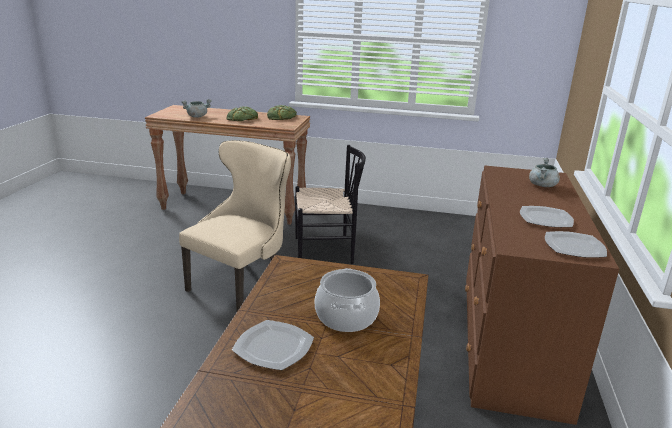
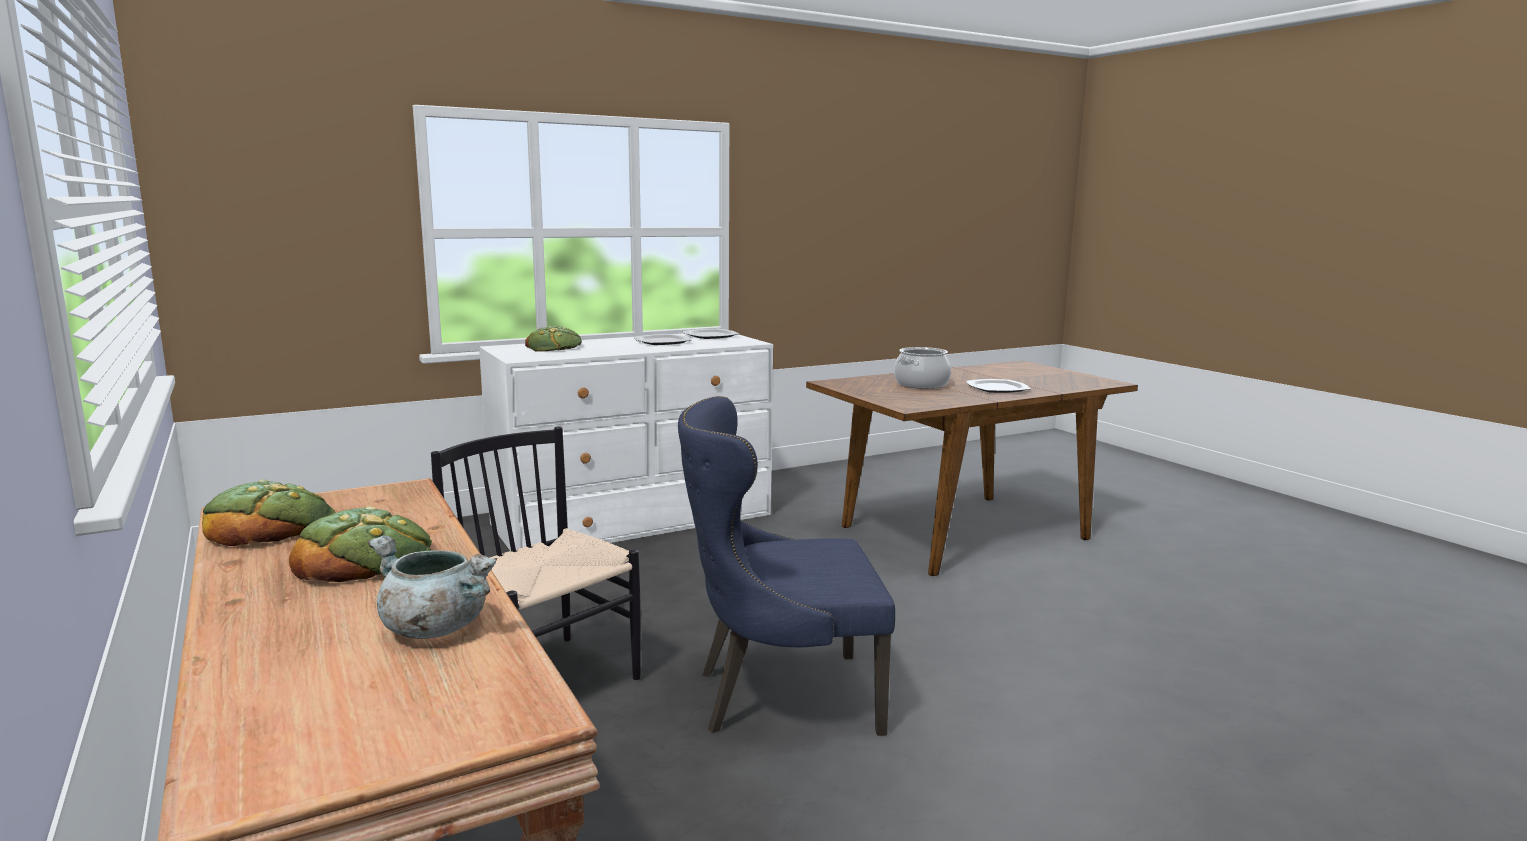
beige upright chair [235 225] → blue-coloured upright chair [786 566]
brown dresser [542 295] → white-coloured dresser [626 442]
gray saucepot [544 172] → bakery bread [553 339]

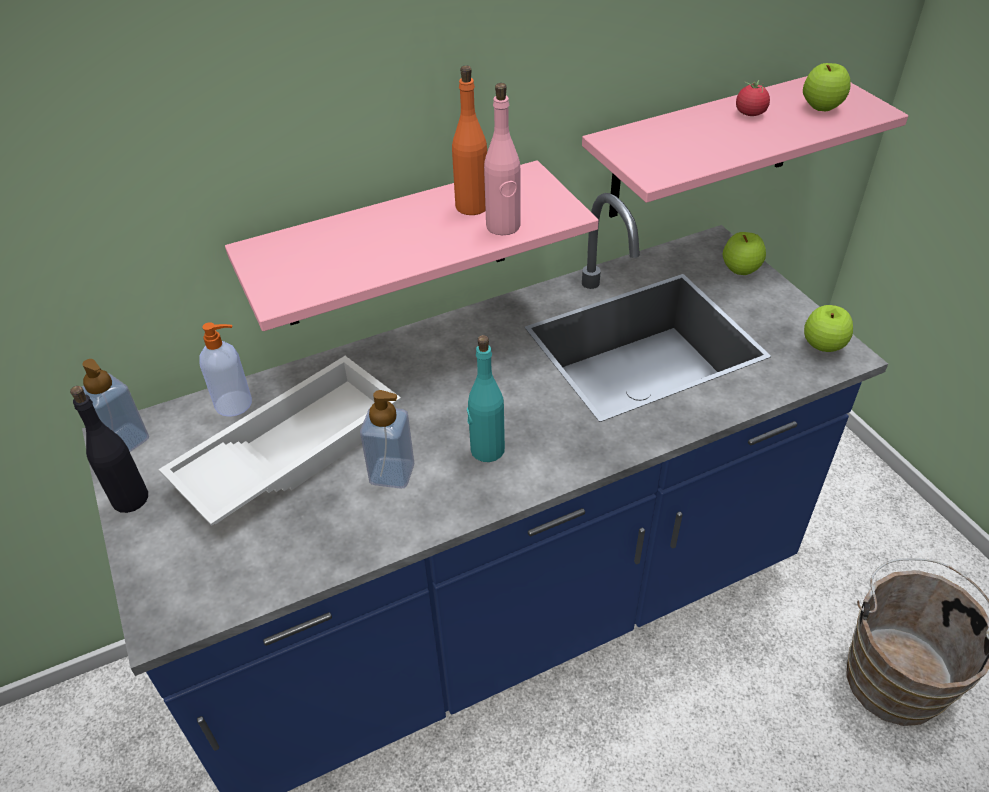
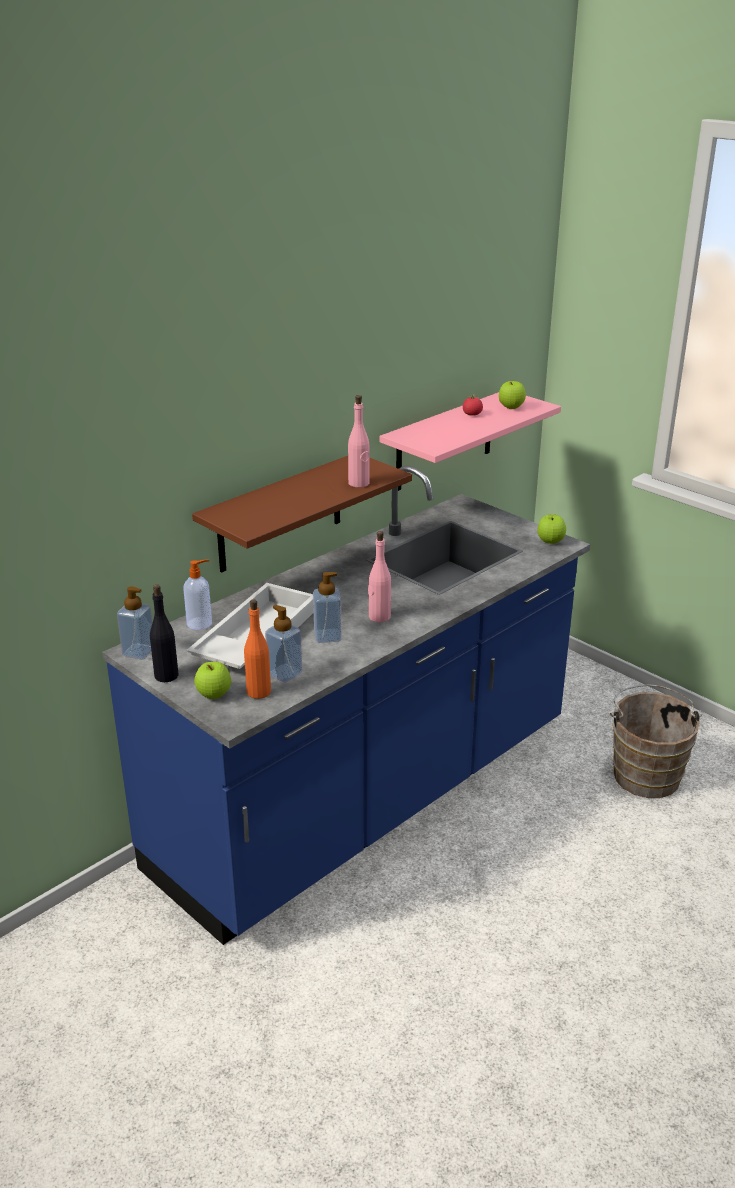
pink-coloured shelf [412 245] → brown shelf [302 514]
orange bottle [469 140] → orange bottle [257 649], relocated
blue-green bottle [486 398] → pink-coloured bottle [379 576]
apple [744 253] → apple [212 680], relocated
- → soap dispenser [283 644]

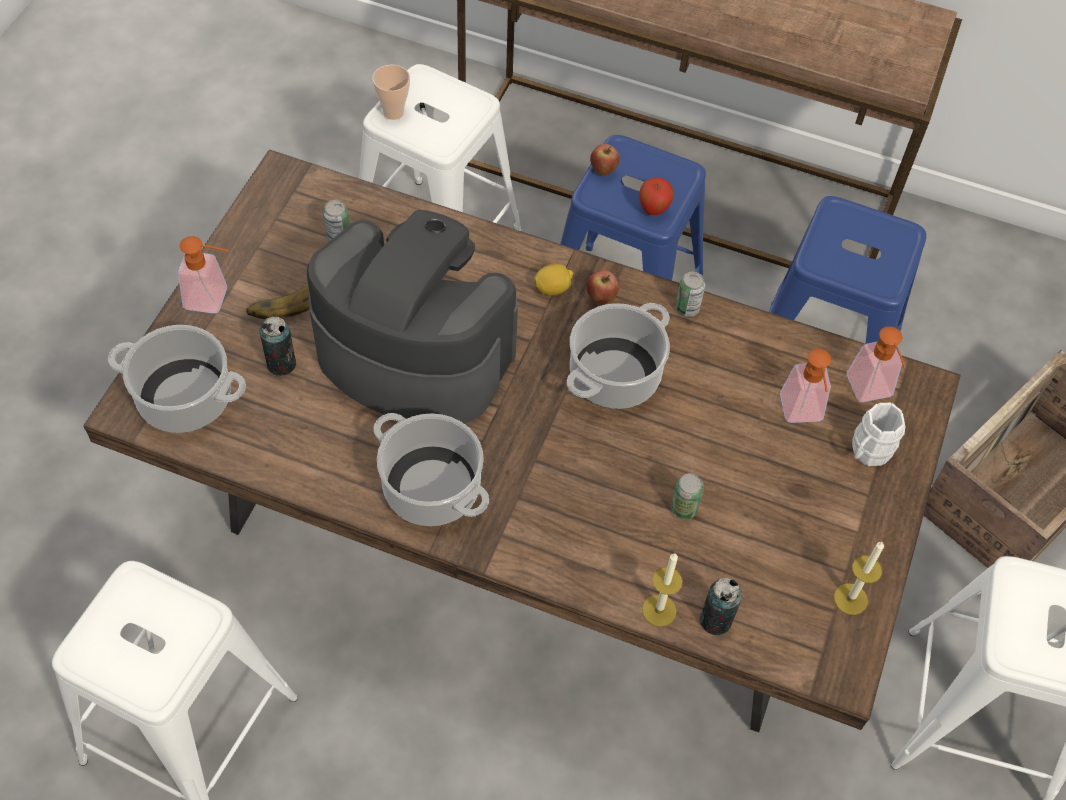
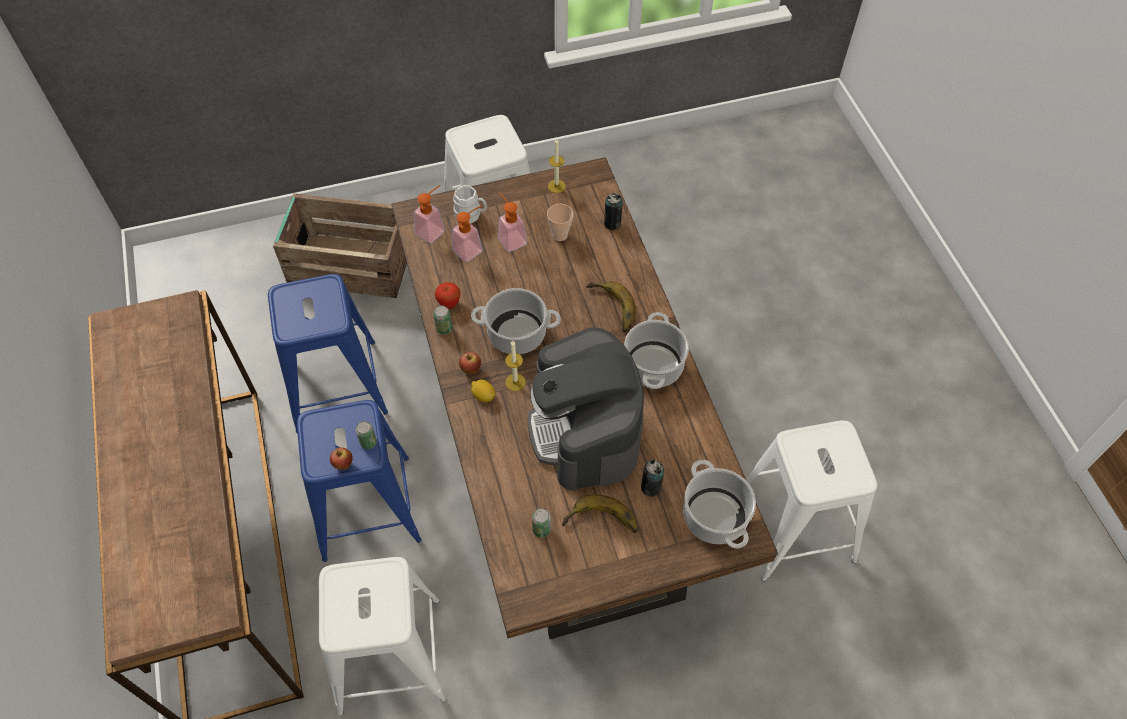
soap dispenser [203 275] → soap dispenser [512 222], relocated
cup [391 92] → cup [560 222], relocated
apple [656 196] → apple [448 295], relocated
wax light [662 590] → wax light [515 365], relocated
can [687 496] → can [366 435], relocated
- → whole banana [611 306]

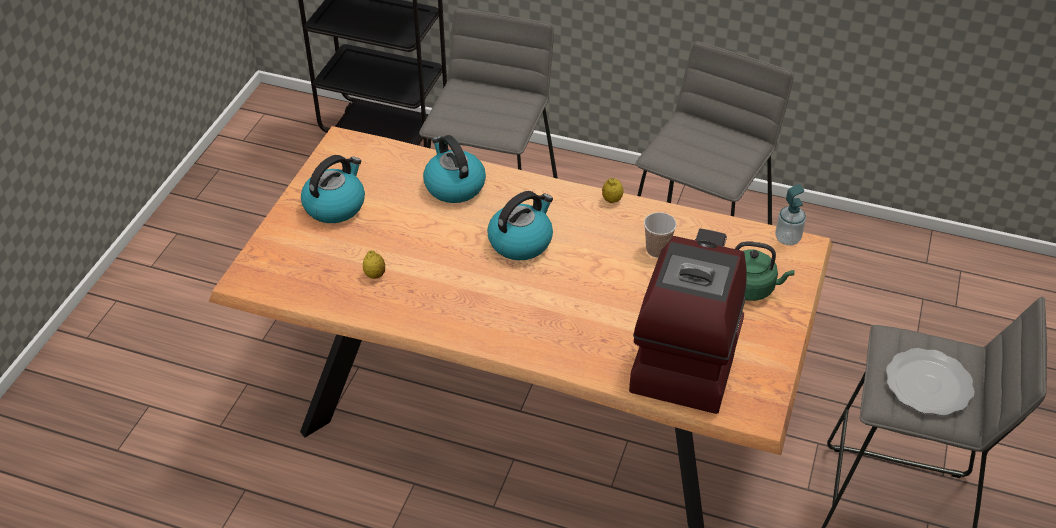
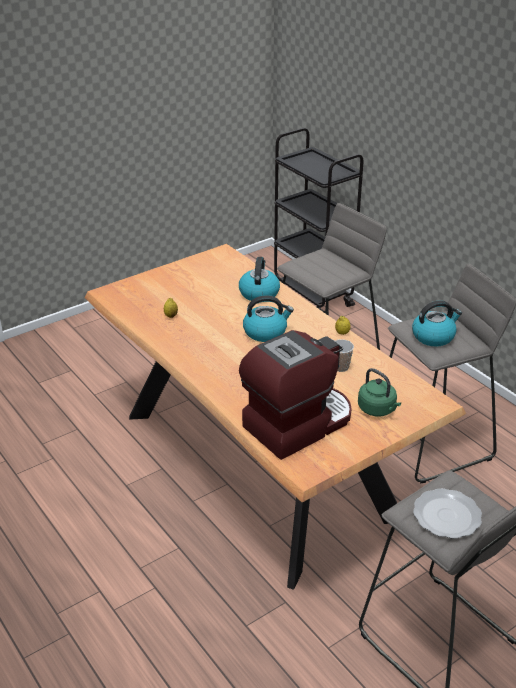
tea kettle [333 189] → tea kettle [437 323], relocated
soap dispenser [790 215] → -

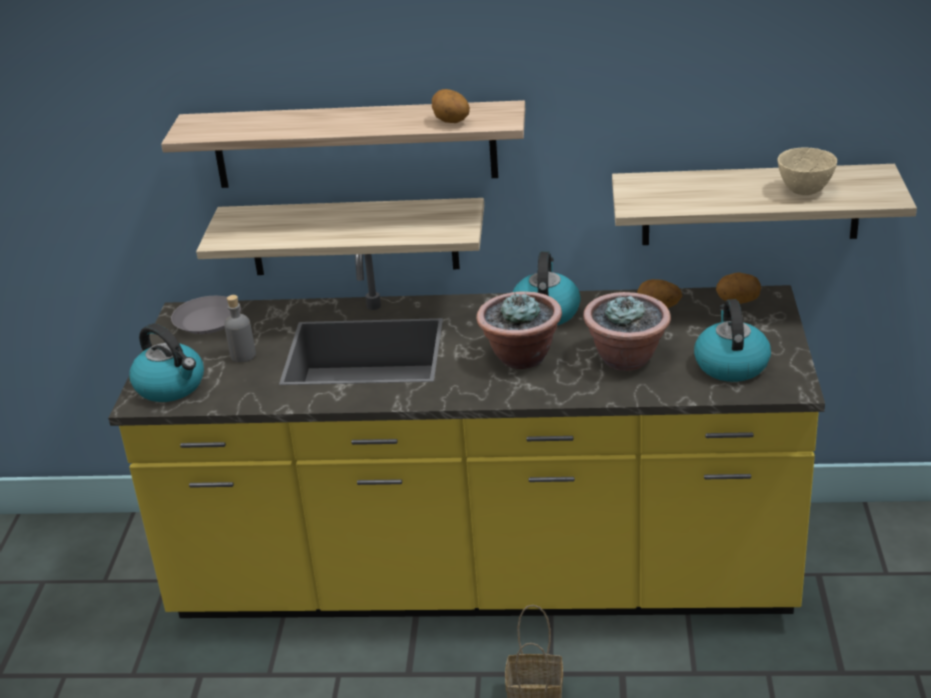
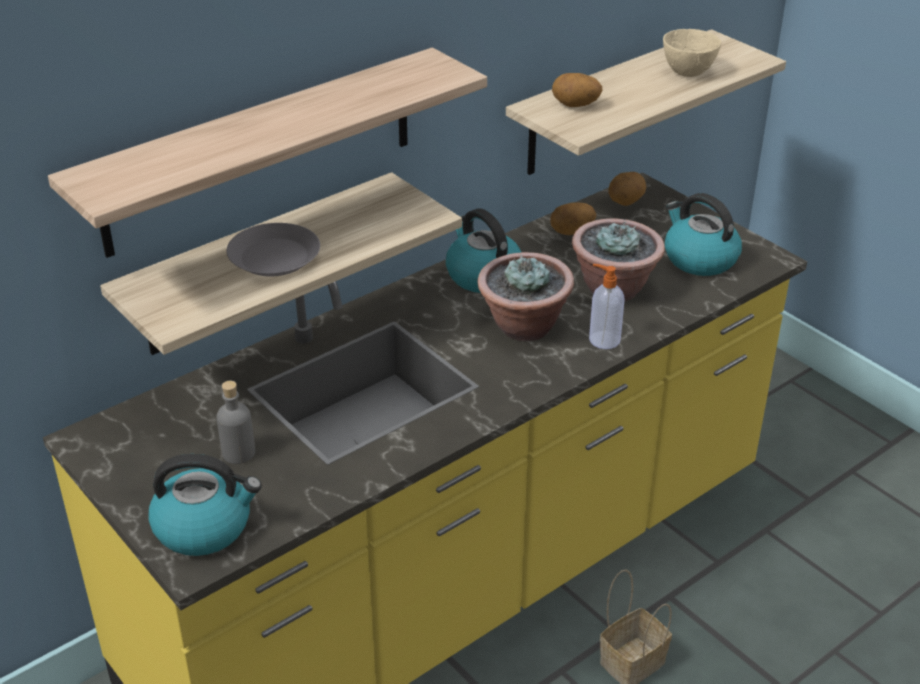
gray dinner plate [206 315] → gray dinner plate [273 250], relocated
spud [451 106] → spud [577 90], relocated
- → soap dispenser [607 306]

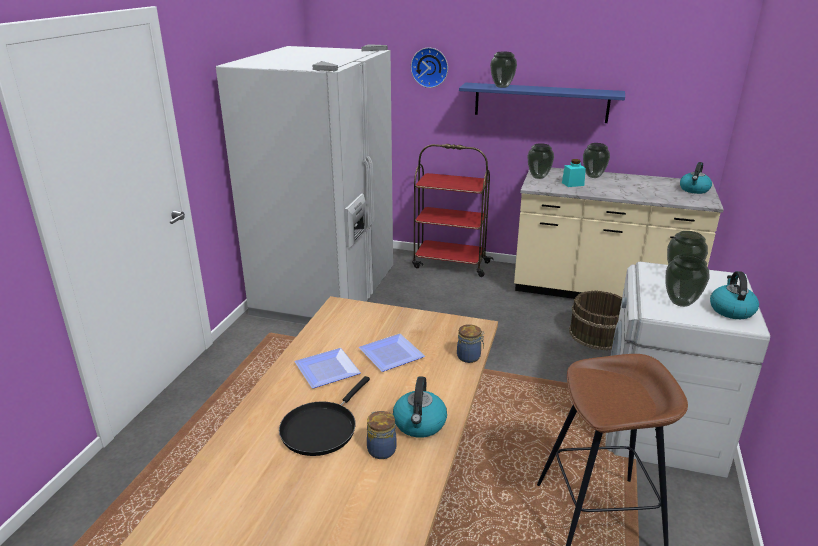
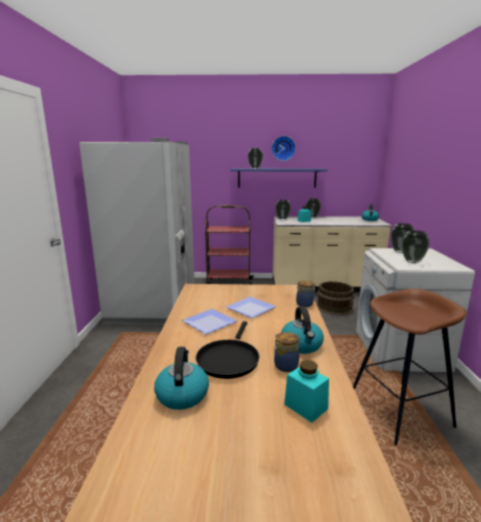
clock on the wall [429 68] → clock on the wall [284 148], relocated
tea kettle [734 295] → tea kettle [181 378], relocated
- → blue-green jar [306 391]

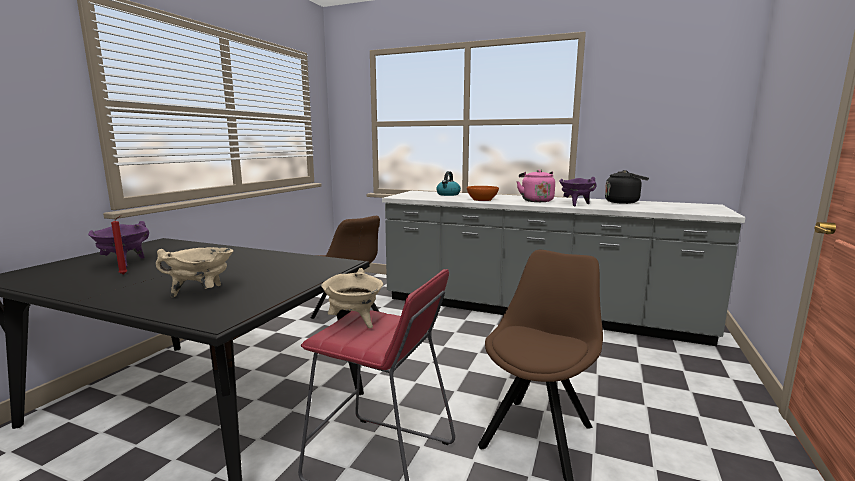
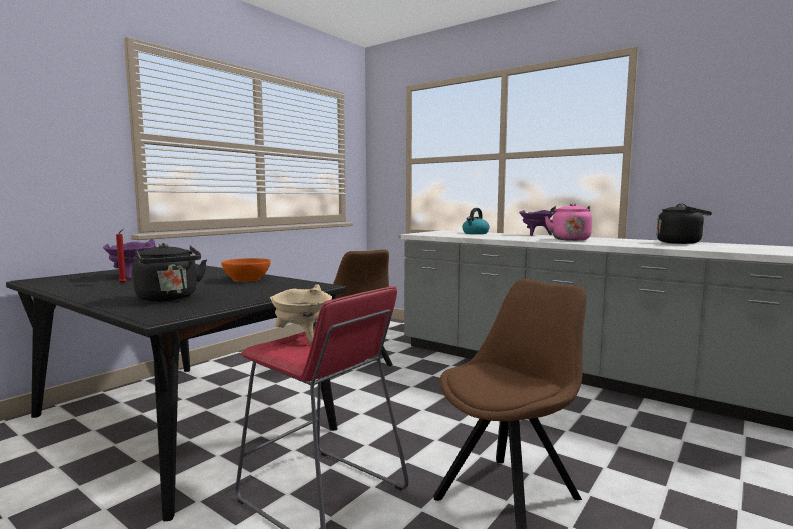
beige saucepot [194 272] → blackish tea kettle [170 272]
orange bowl [483 193] → orange bowl [246 270], relocated
purplish saucepot [578 191] → purplish saucepot [538 222], relocated

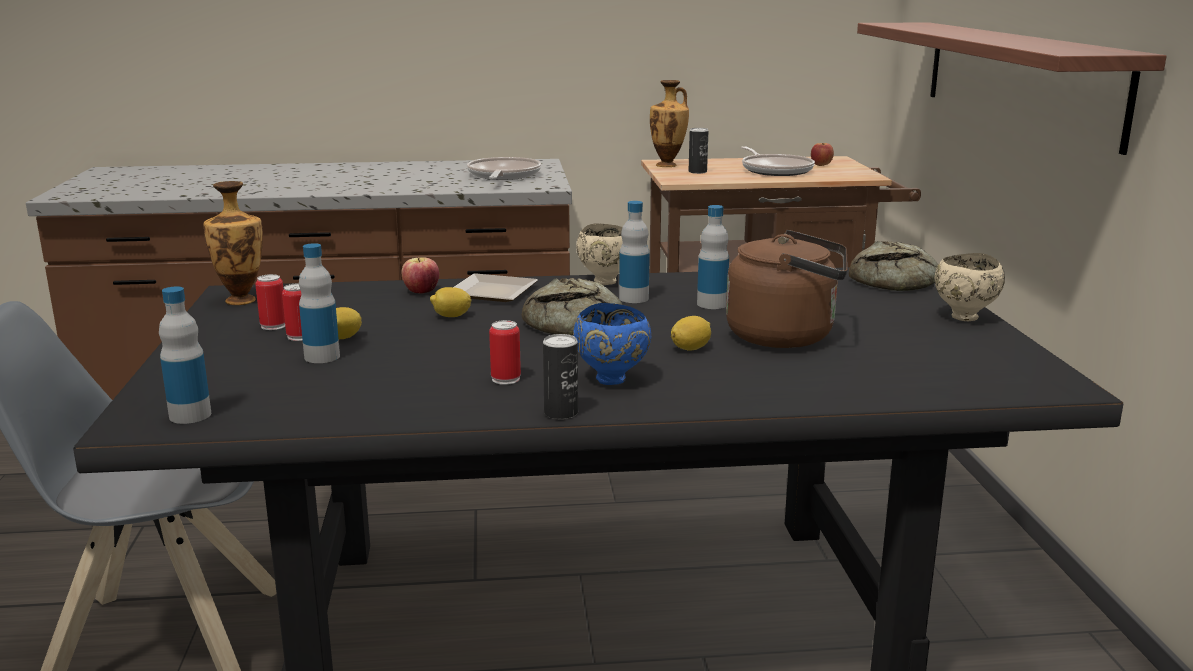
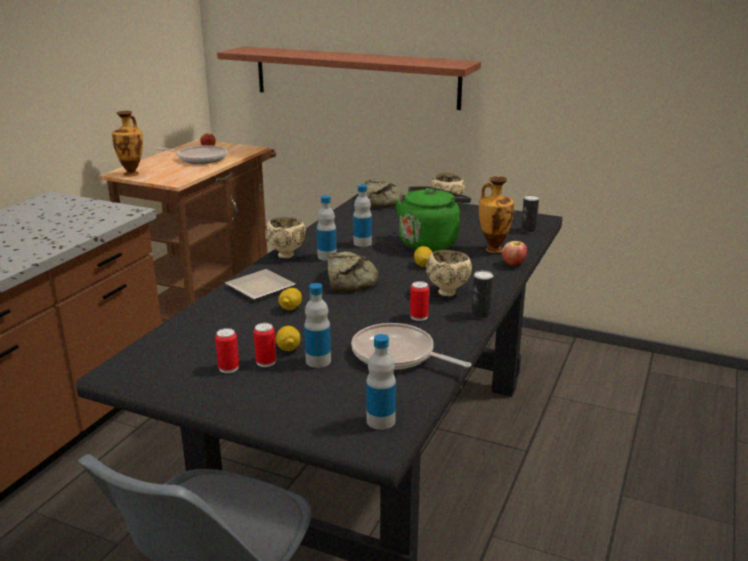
flower vase [233 243] → flower vase [496 214], relocated
apple [420 275] → apple [514 253], relocated
frying pan [504 168] → frying pan [411 346], relocated
blue-coloured bowl [612 344] → beige bowl [449 273]
can [699 151] → can [530 213], relocated
brown tea kettle [787 289] → green tea kettle [433 218]

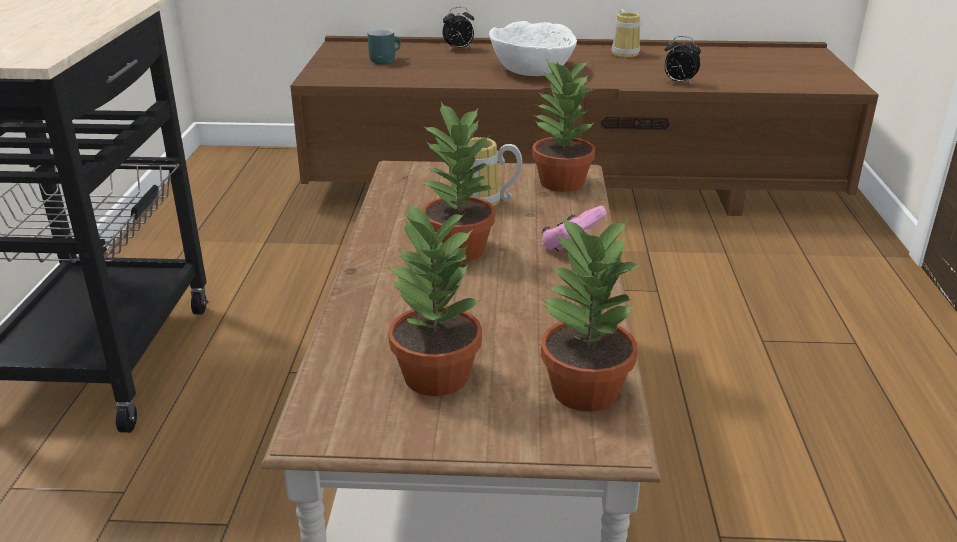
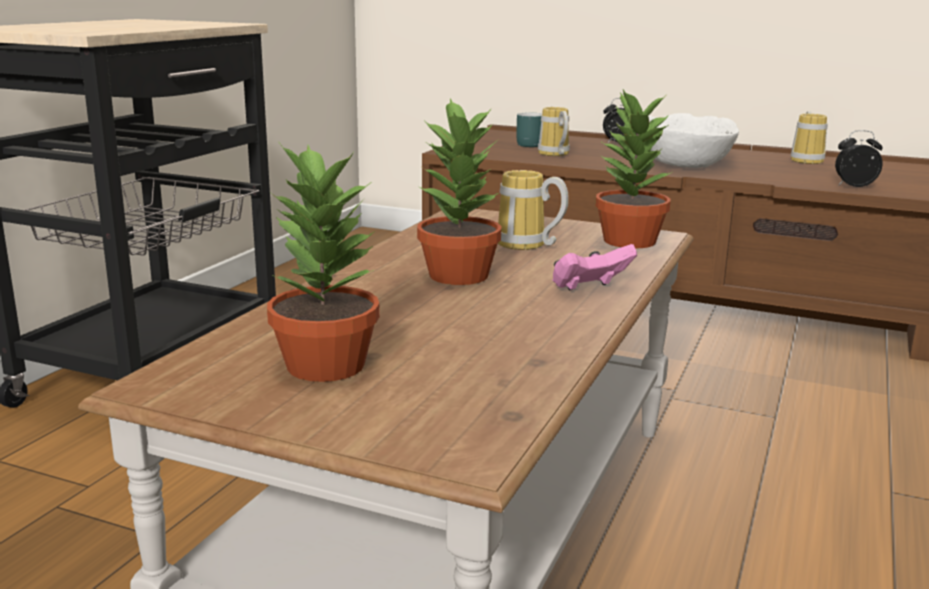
houseplant [591 315] → -
table clock [682 60] → table clock [859 158], 135 degrees clockwise
- → mug [554 131]

